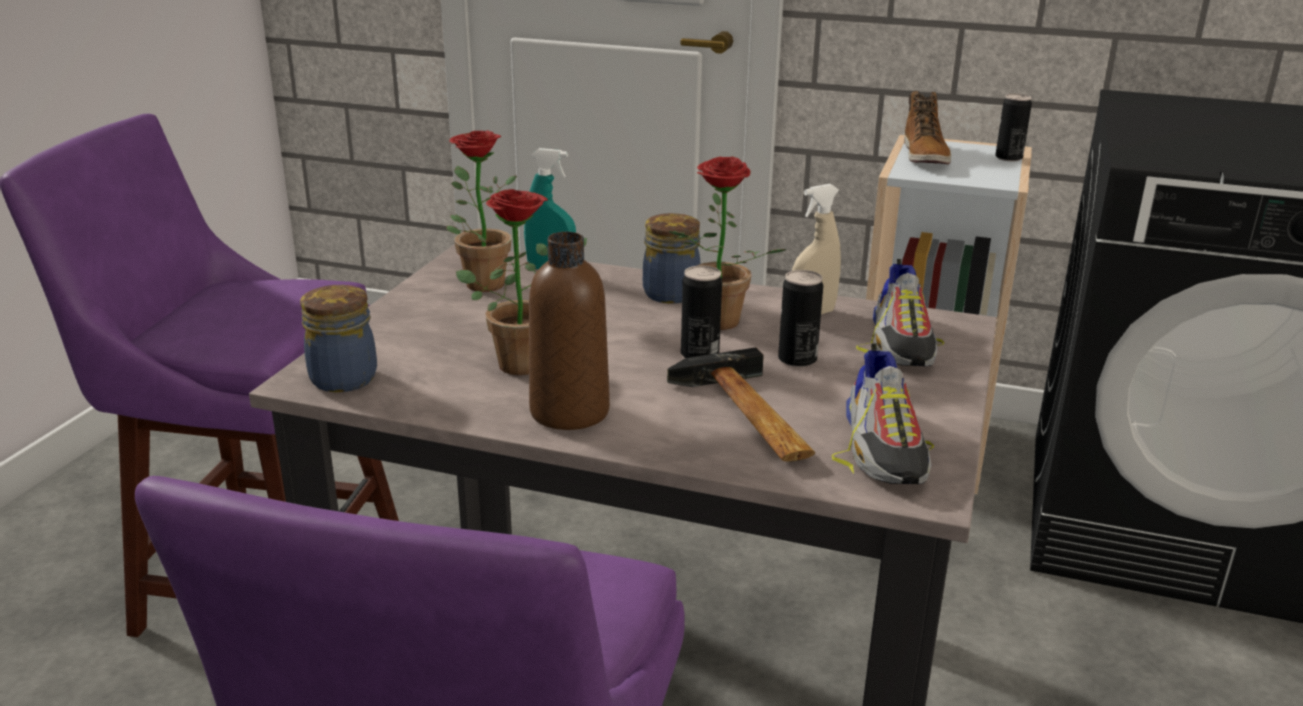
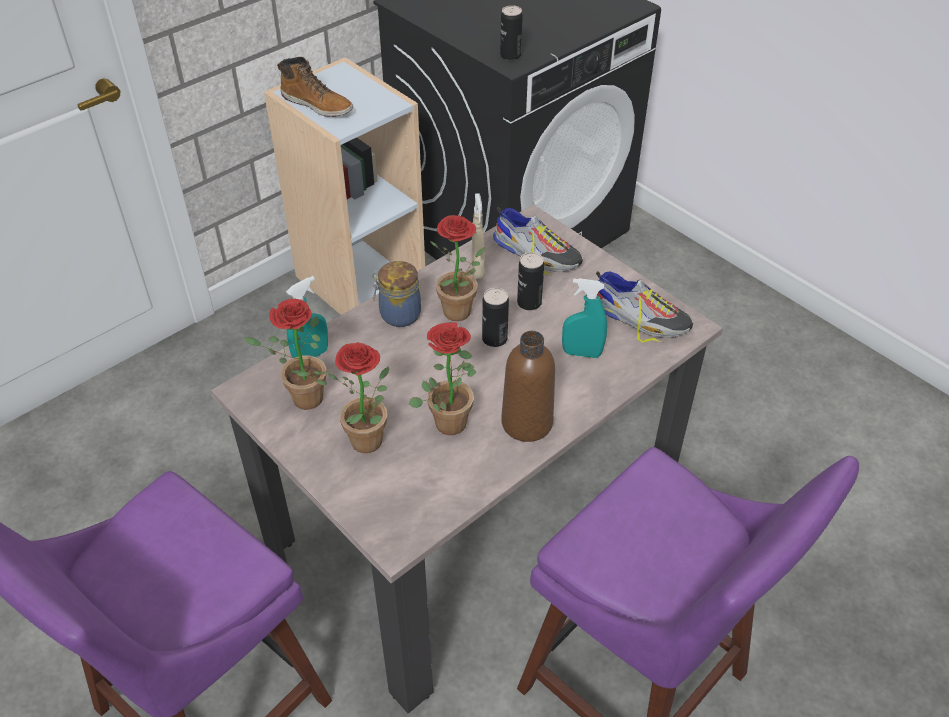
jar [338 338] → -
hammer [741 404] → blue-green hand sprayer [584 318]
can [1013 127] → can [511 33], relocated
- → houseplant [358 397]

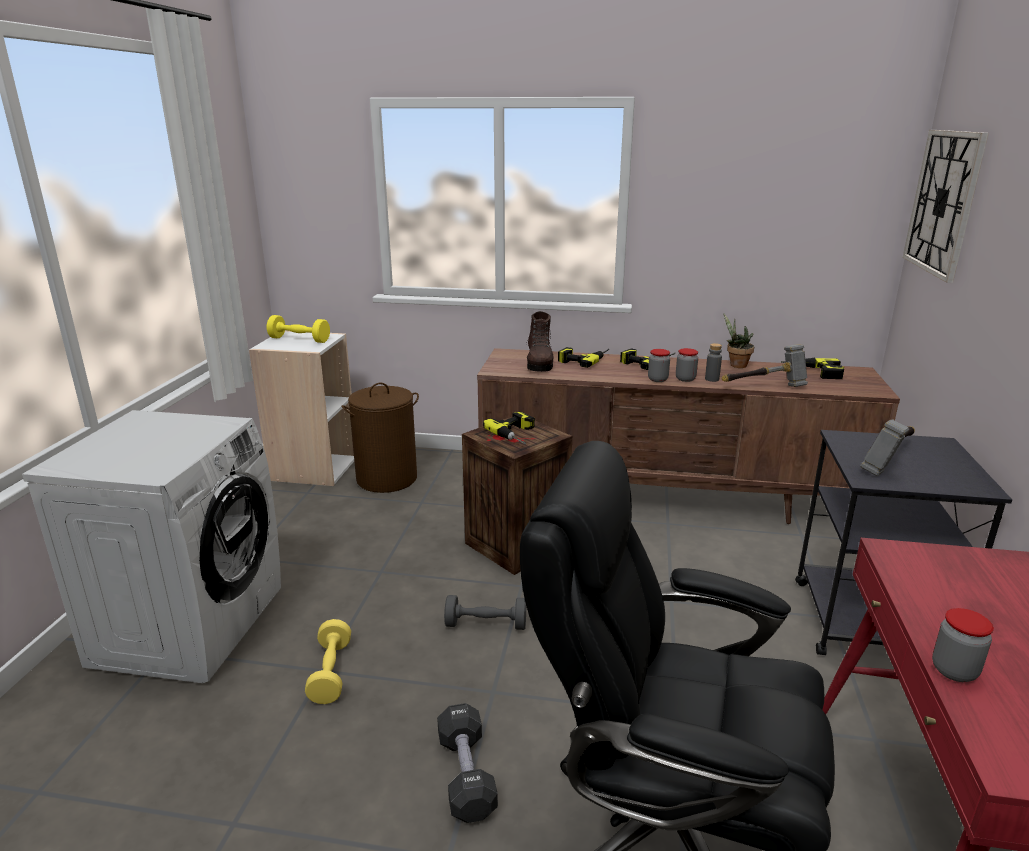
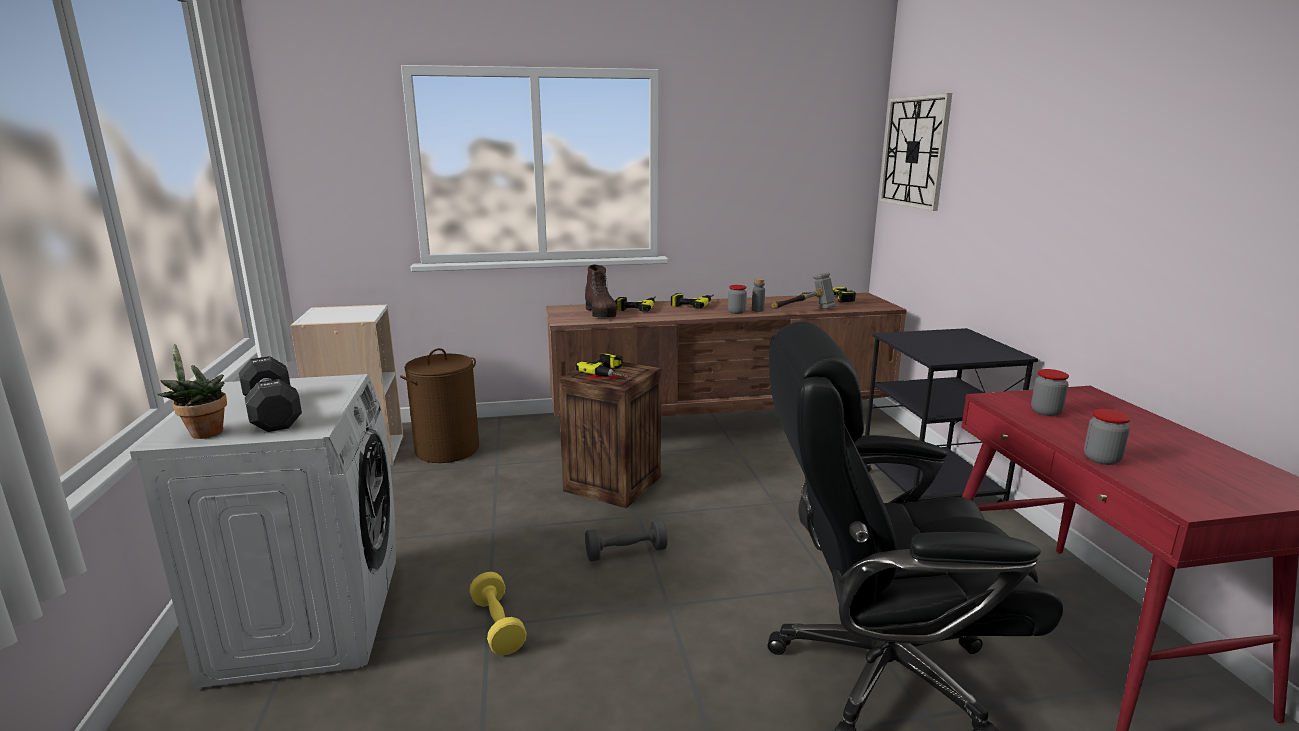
yellow hand weight [298 329] → -
blackish hand weight [467 763] → blackish hand weight [270 394], relocated
jar [659 365] → jar [1050 392], relocated
houseplant [738 340] → houseplant [192 391], relocated
hammer [887 447] → -

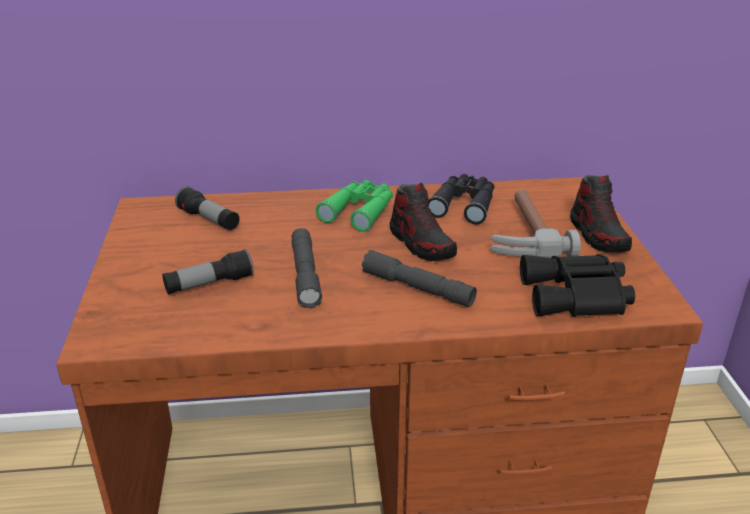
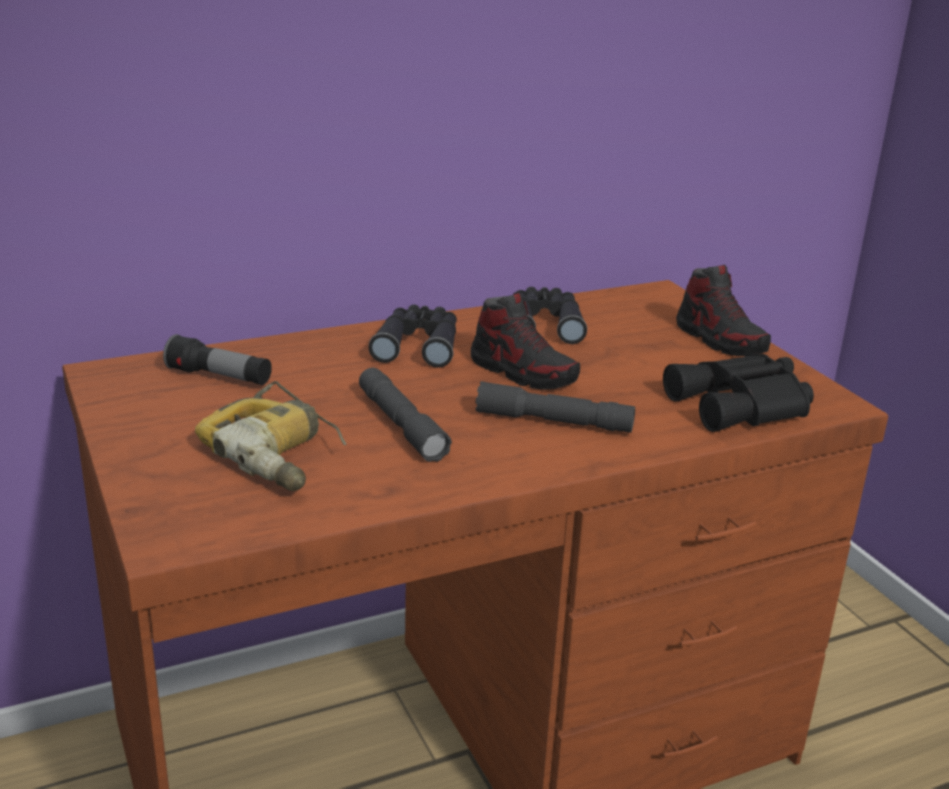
hand torch [208 272] → electric drill [270 436]
green field glasses [354 206] → blackish field glasses [413 336]
hammer [535 224] → -

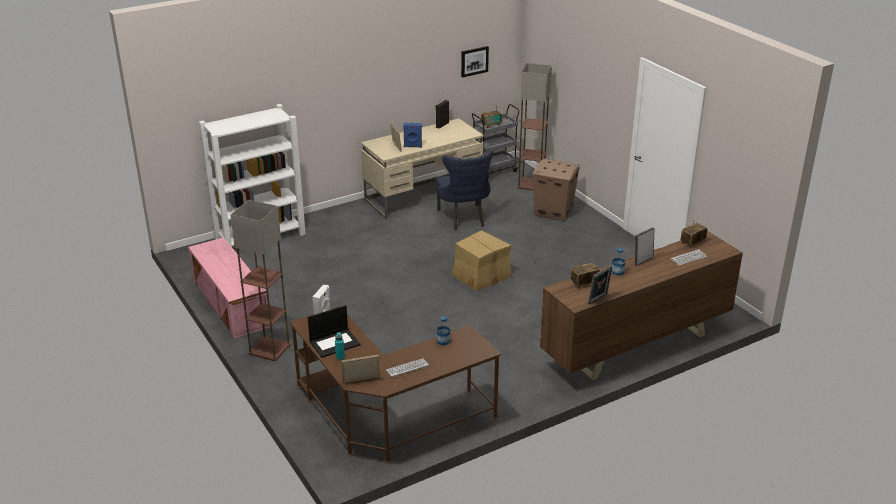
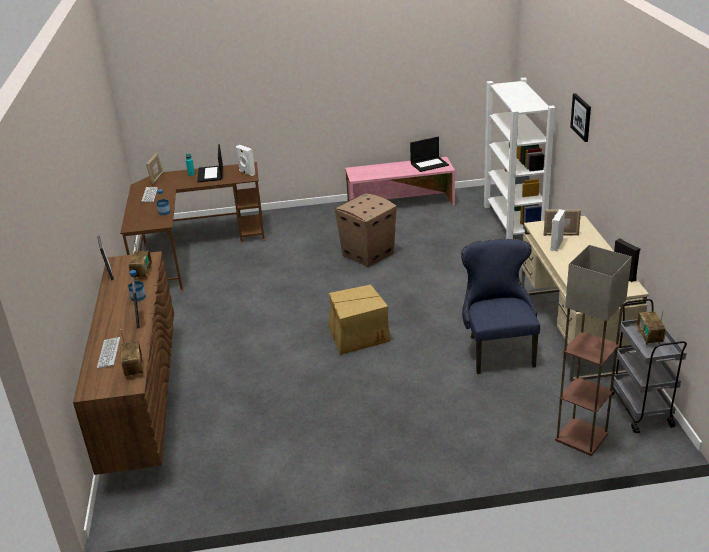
floor lamp [261 280] → -
blue-coloured audio speaker [412 135] → white-coloured audio speaker [557 230]
blue-coloured upright chair [464 190] → blue-coloured upright chair [500 306], 75 degrees clockwise
wall picture [475 62] → wall picture [580 117], relocated
carton [556 190] → carton [366 230], relocated
- → laptop [429 154]

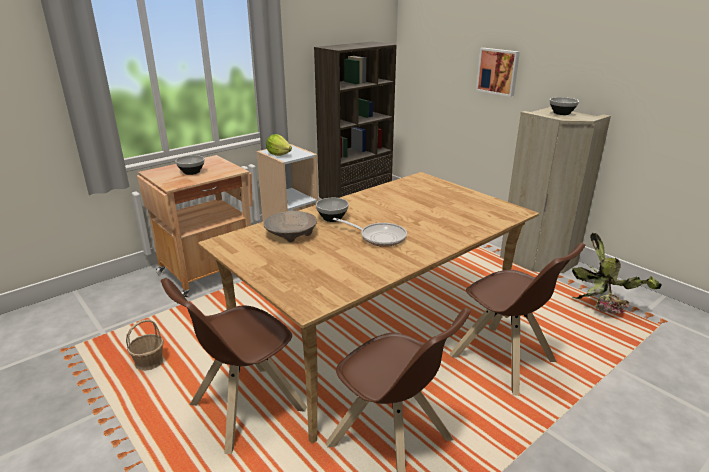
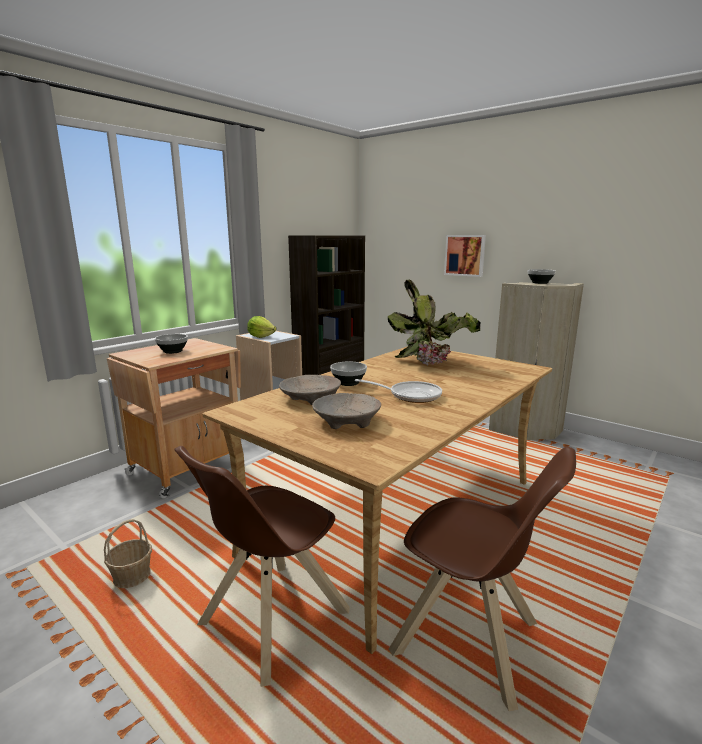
brown upright chair [517 319] → -
houseplant [617 273] → houseplant [434 323], relocated
- → beige bowl [346 411]

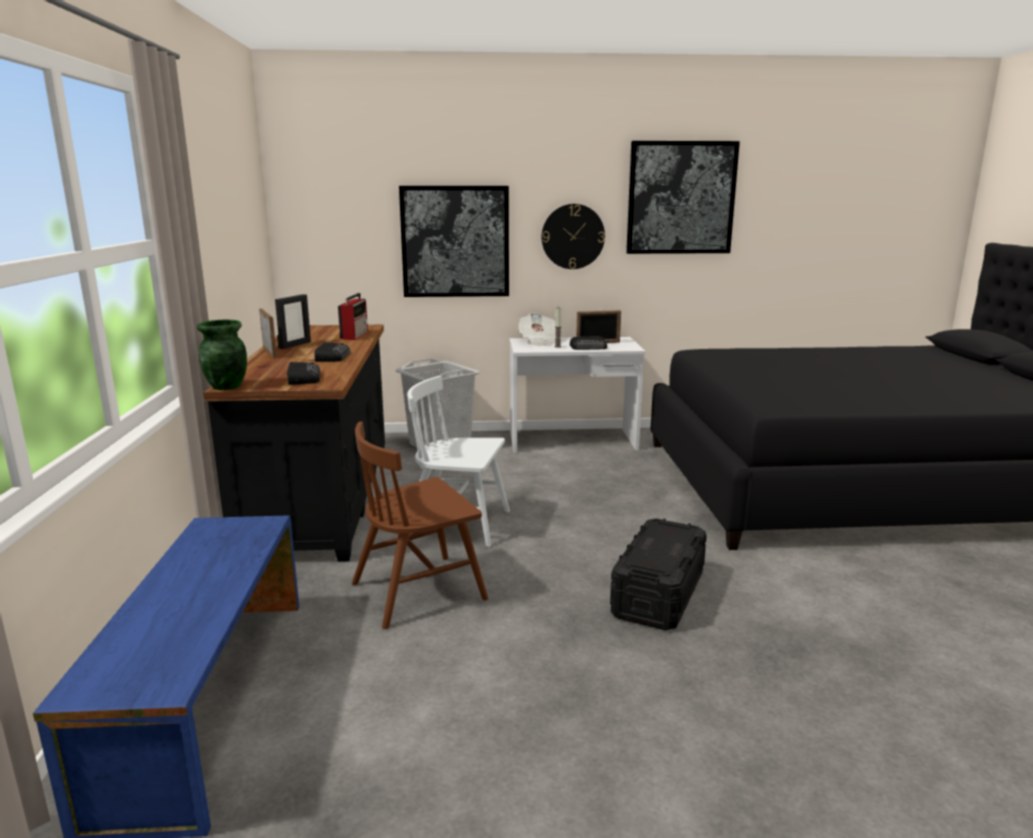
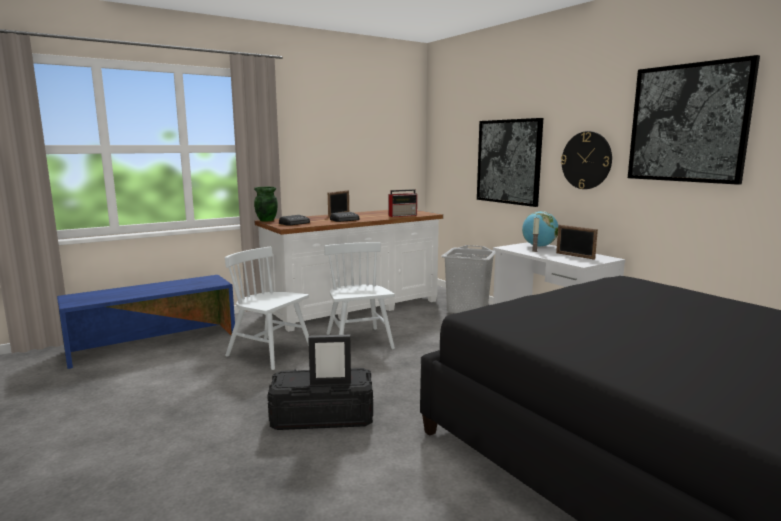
blackish dresser [294 443] → white-coloured dresser [349 271]
standing frame [293 321] → standing frame [329 360], relocated
brown upright chair [420 525] → white-coloured upright chair [267 308]
newspaper [537 329] → world globe [540 229]
radio [588 343] → -

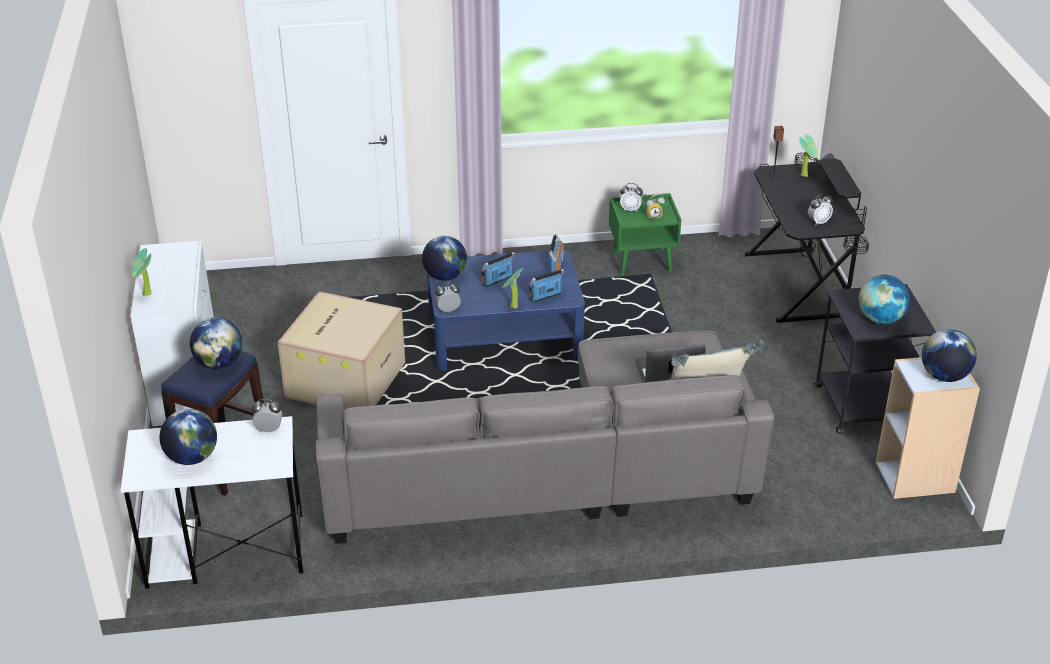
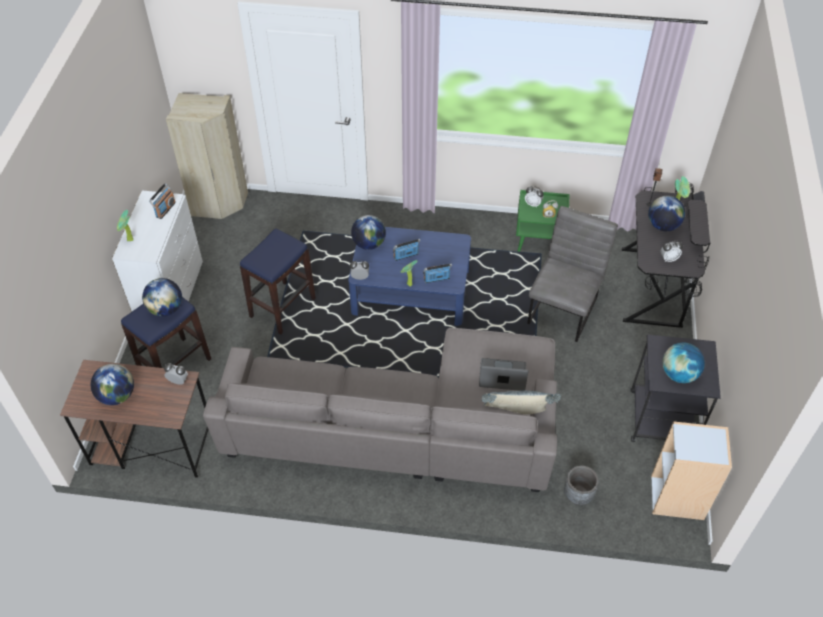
white-coloured desk unit [212 502] → brown desk unit [134 419]
carton [341 350] → stool [278 281]
radio [557 254] → radio [162 201], relocated
world globe [949 355] → world globe [666 213], relocated
- → beige storage cabinet [207 156]
- → gray upright chair [572 274]
- → gray flower pot [581 485]

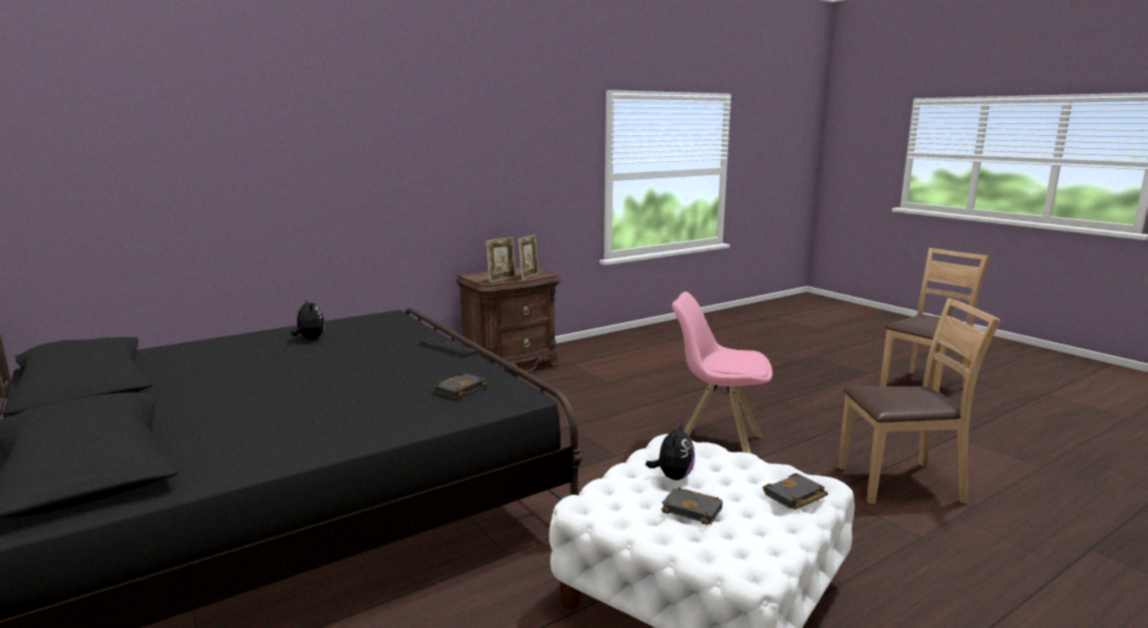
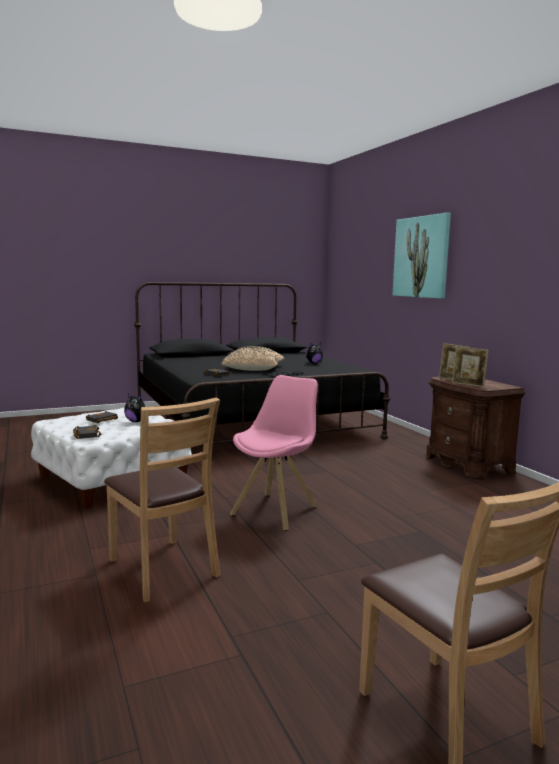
brown upright chair [919 401] → brown upright chair [162 500], 45 degrees counterclockwise
- → beige cushion [253 358]
- → wall picture [422 256]

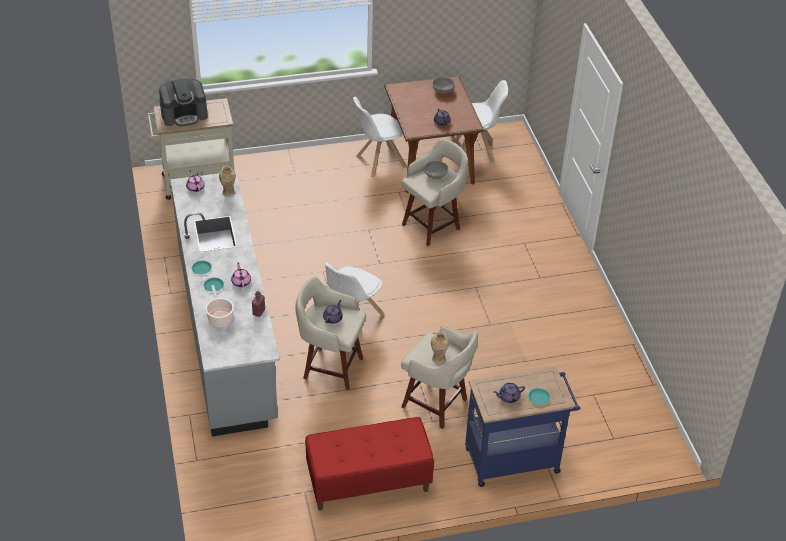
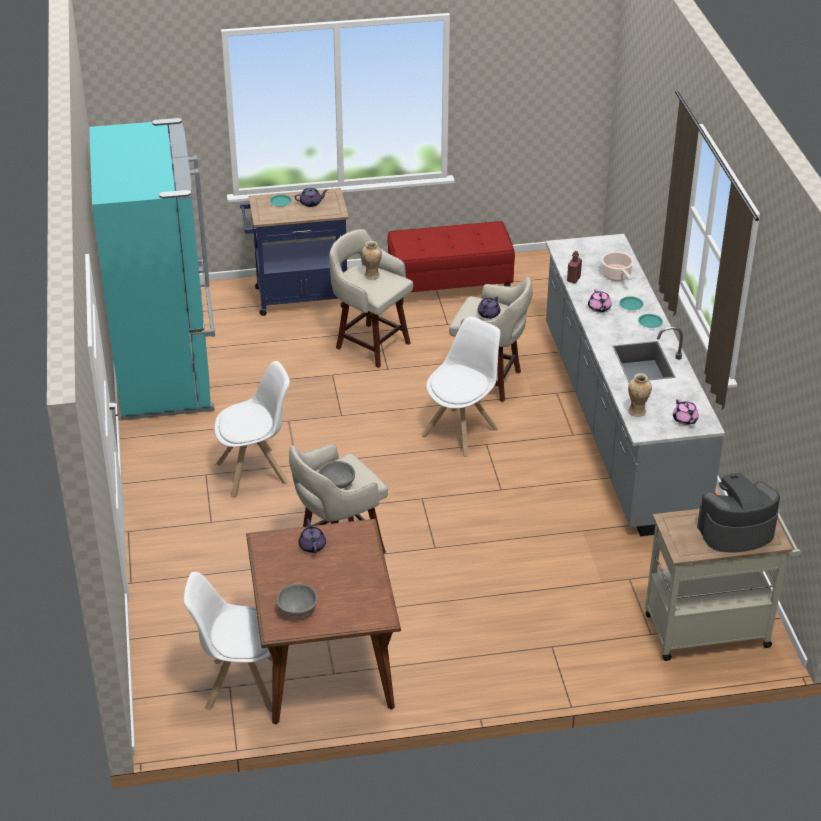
white-coloured upright chair [380 137] → white-coloured upright chair [252 429], relocated
- → blue-green kitchen fridge [152 269]

